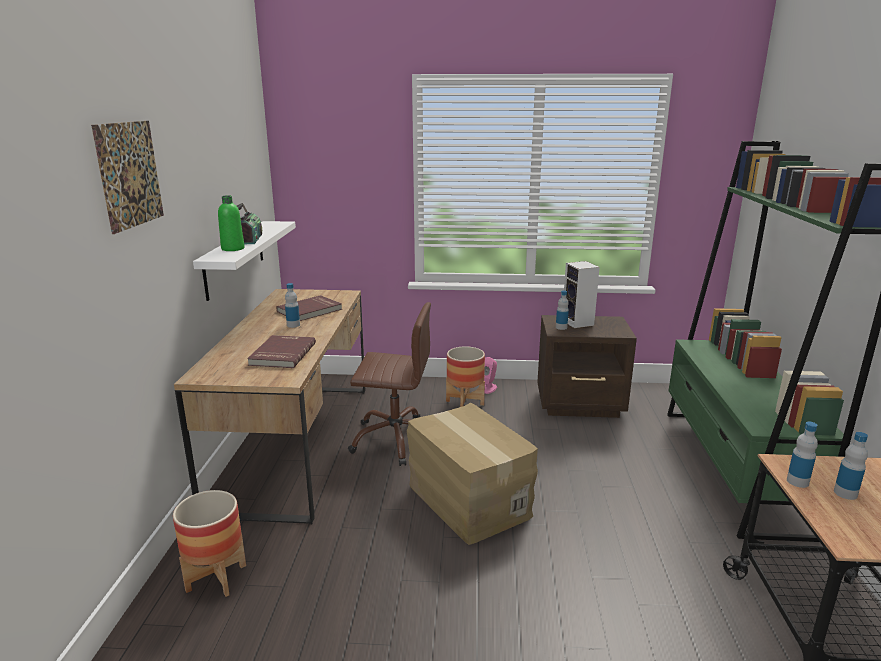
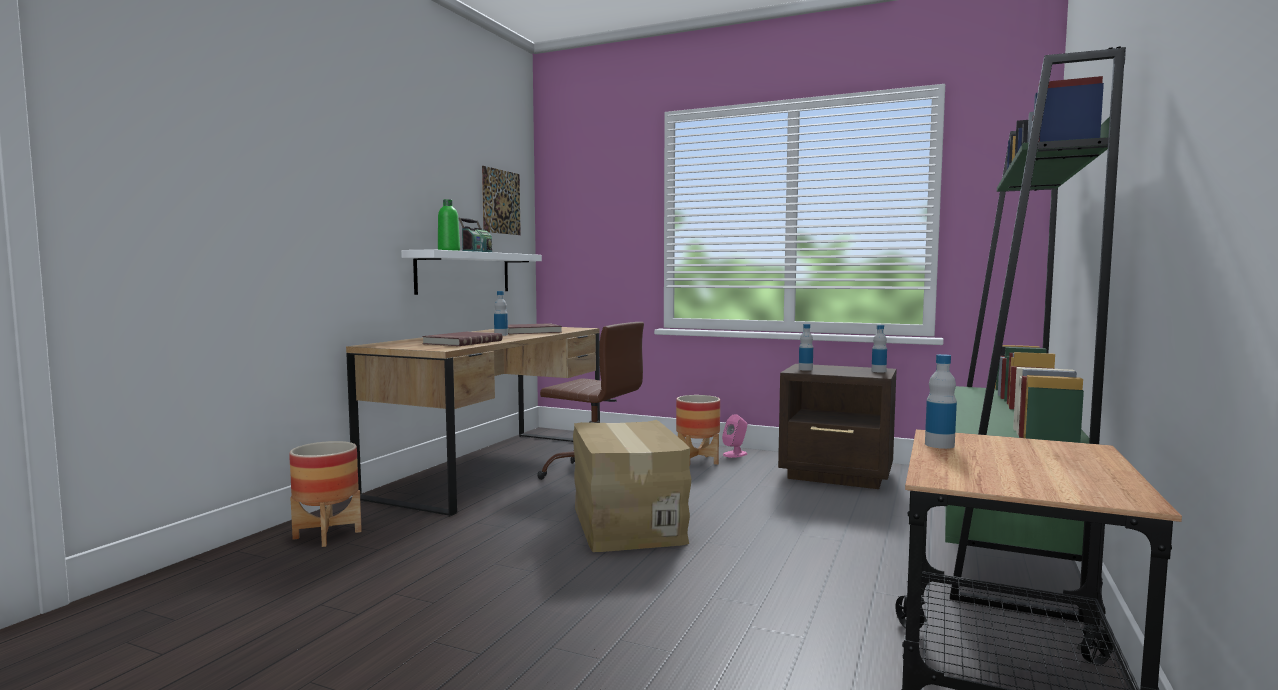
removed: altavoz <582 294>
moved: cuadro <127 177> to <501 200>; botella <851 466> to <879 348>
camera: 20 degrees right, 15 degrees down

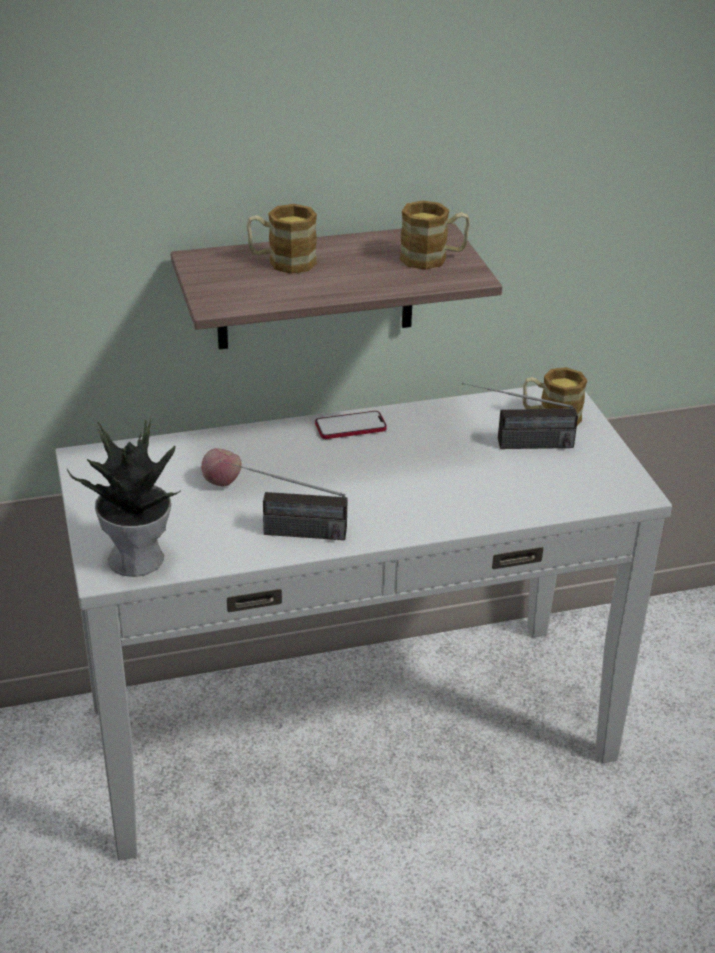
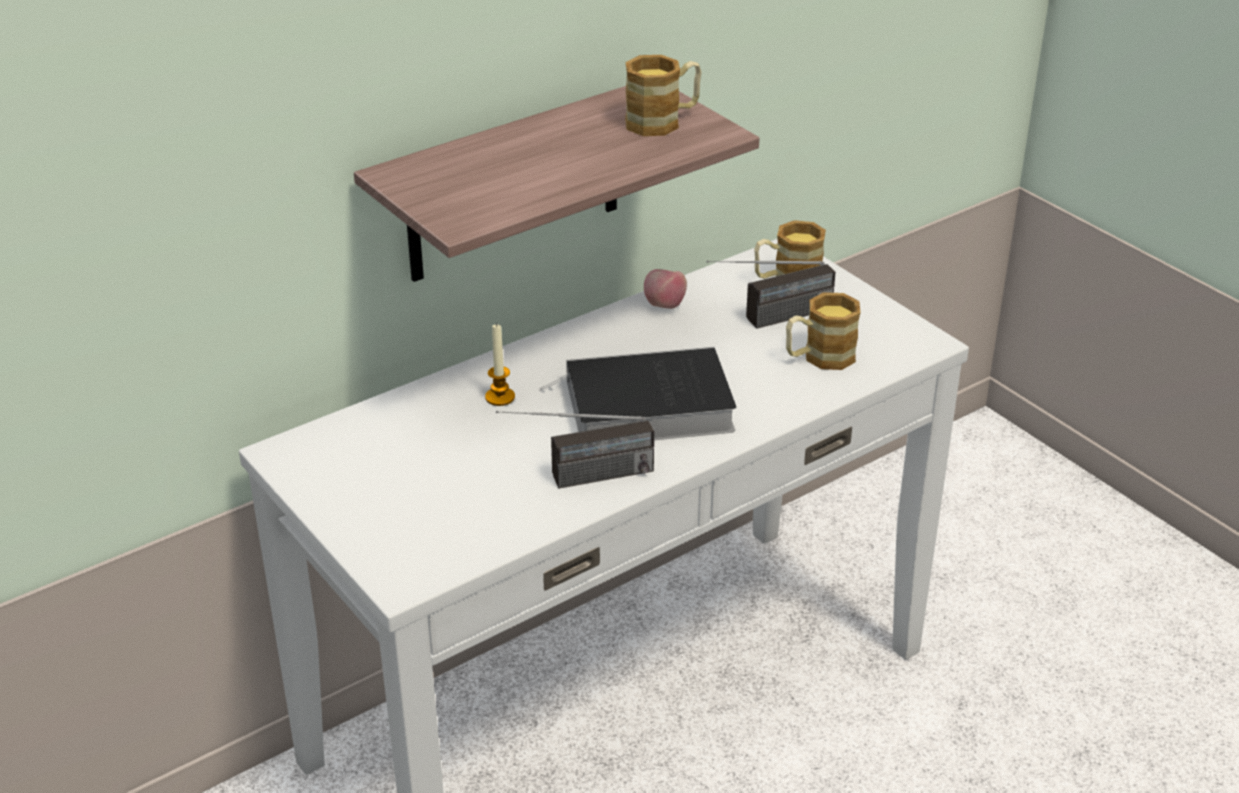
removed: planta en maceta <124 498>; móvil <351 425>
added: vela <500 364>; libro <637 393>
moved: manzana <221 467> to <665 289>; taza grande <282 239> to <823 331>
camera: 20 degrees left, 0 degrees up

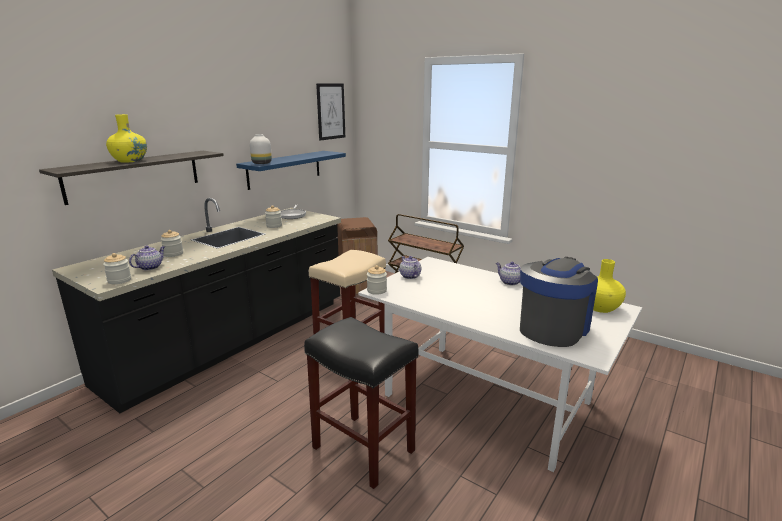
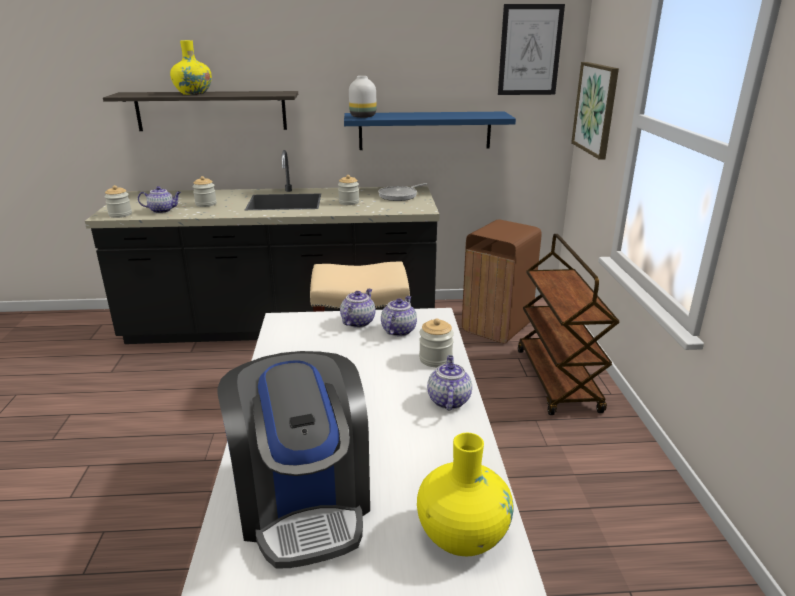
removed: taburete [negro] <361 403>
added: tetera <399 316>; cuadro <595 111>
moved: tarro <377 280> to <436 343>
turned: cafetera <559 302> = <294 460> 75 degrees clockwise
camera: 50 degrees right, 5 degrees up

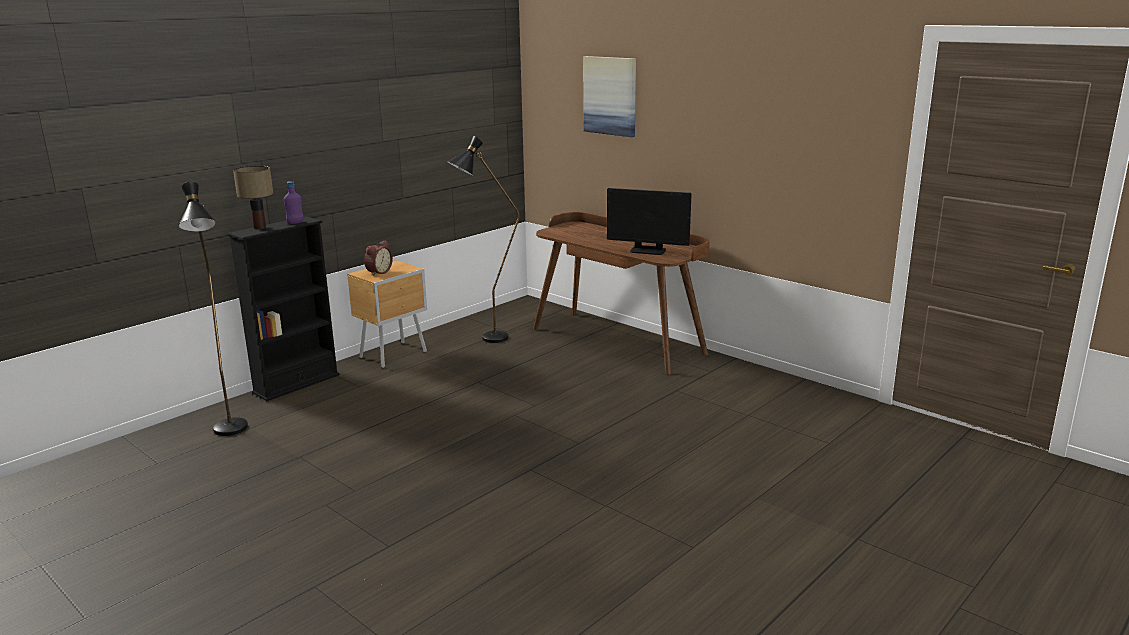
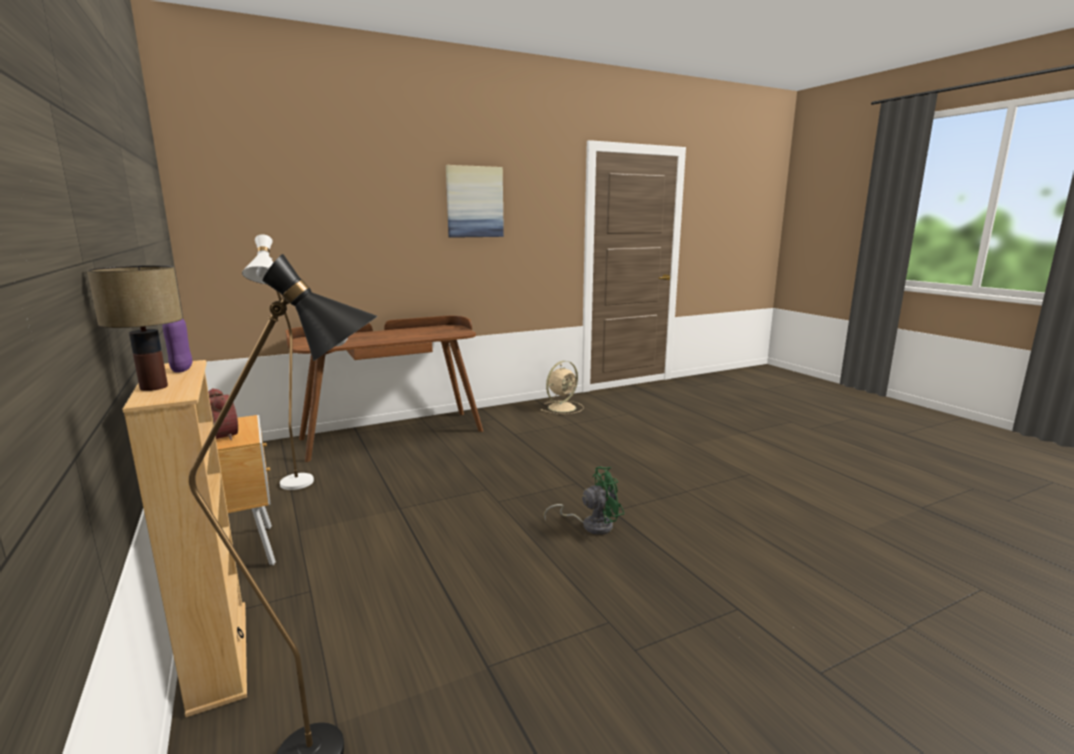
removed: monitor <649 221>
added: ventilador [beis] <562 387>; ventilador [verde] <584 500>
moved: cuadro <609 96> to <475 201>
recoloured: estantería [negro] <284 308> to estantería [beis] <184 538>; lámpara de pie [negro] <483 239> to lámpara de pie [blanco] <278 362>
camera: 70 degrees left, 5 degrees down

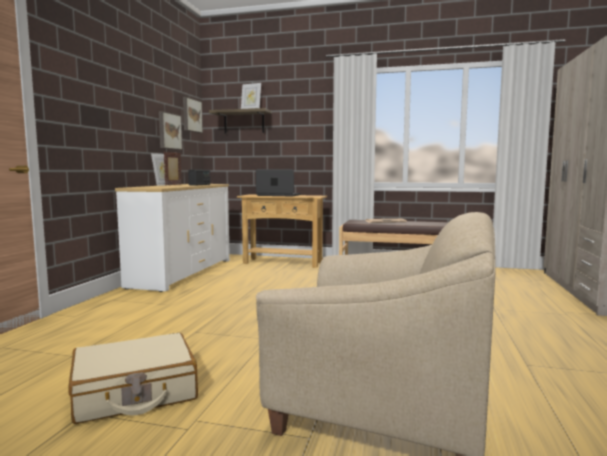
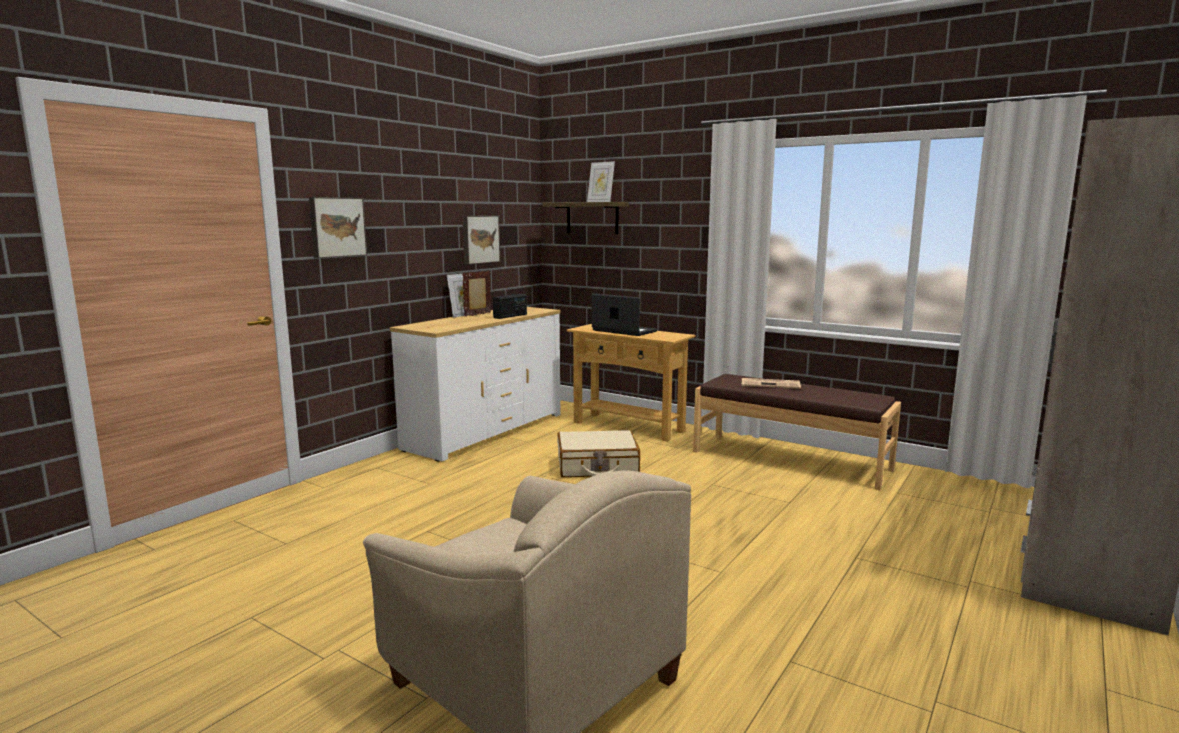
moved: cuadro <193 115> to <338 227>; maleta [beis] <133 378> to <598 453>
camera: 20 degrees right, 5 degrees up

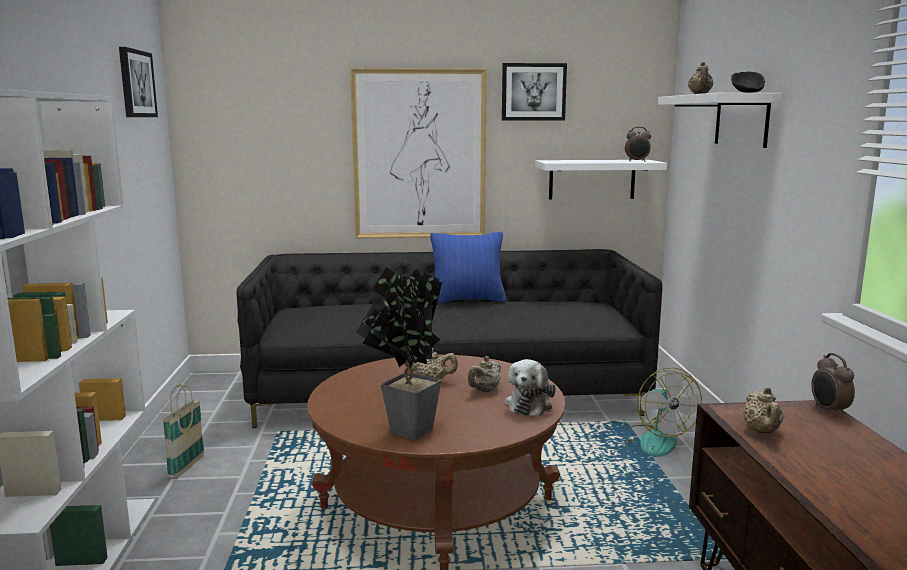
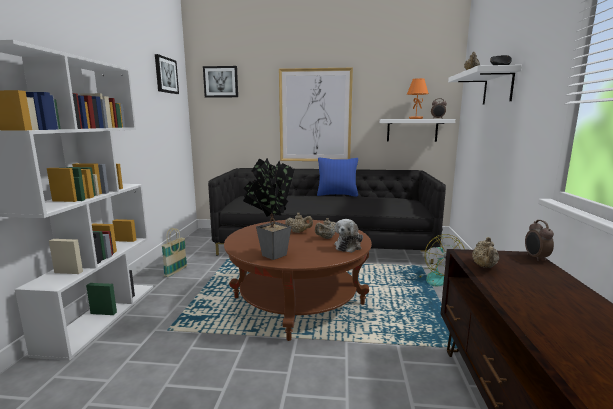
added: lámpara de mesa [naranja] <418 98>
moved: cuadro <534 92> to <220 82>
camera: 10 degrees right, 0 degrees up

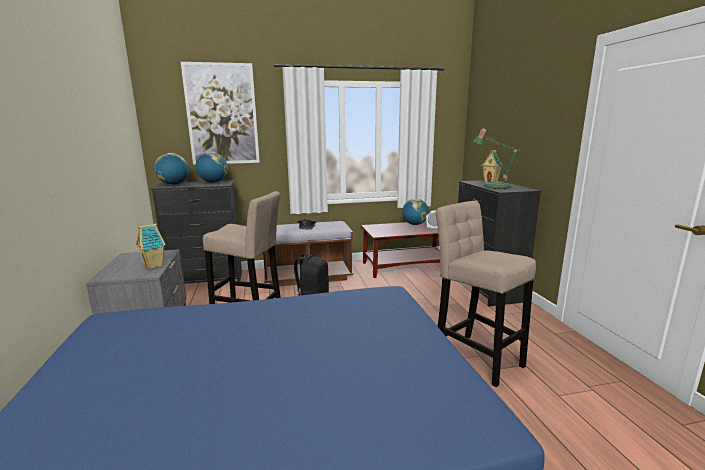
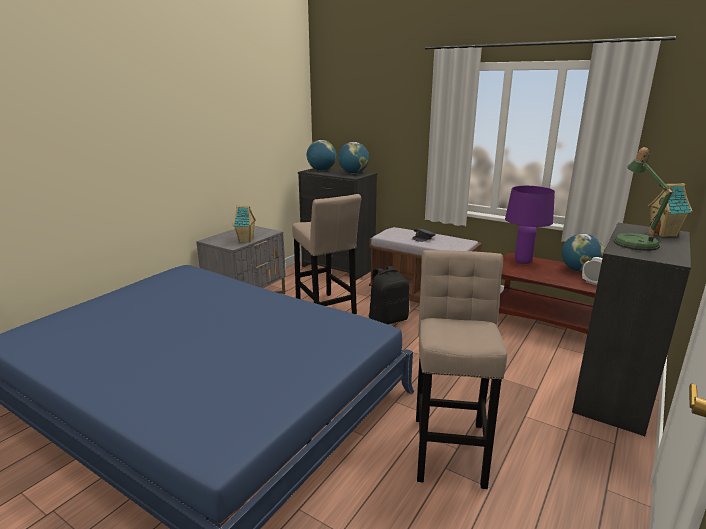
removed: cuadro <220 113>
added: lámpara de mesa [morado] <530 225>
camera: 45 degrees right, 5 degrees up

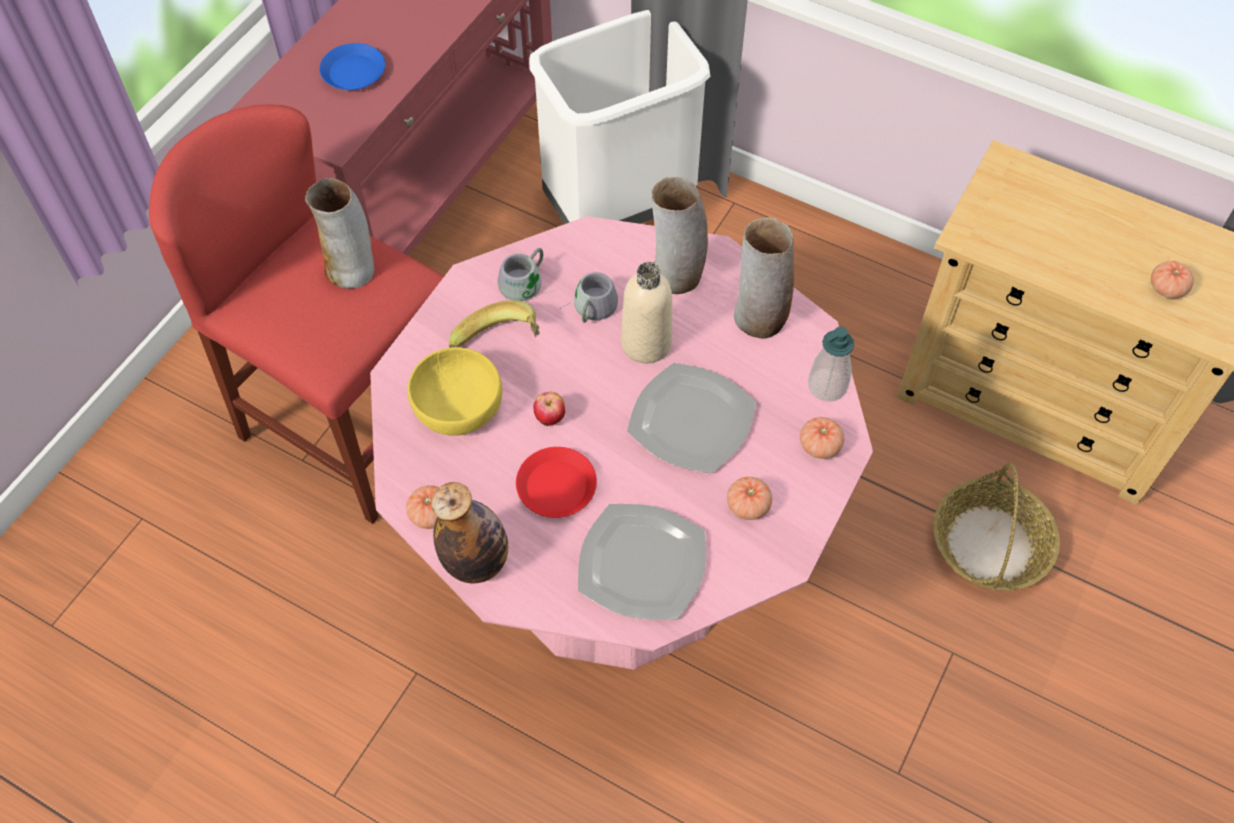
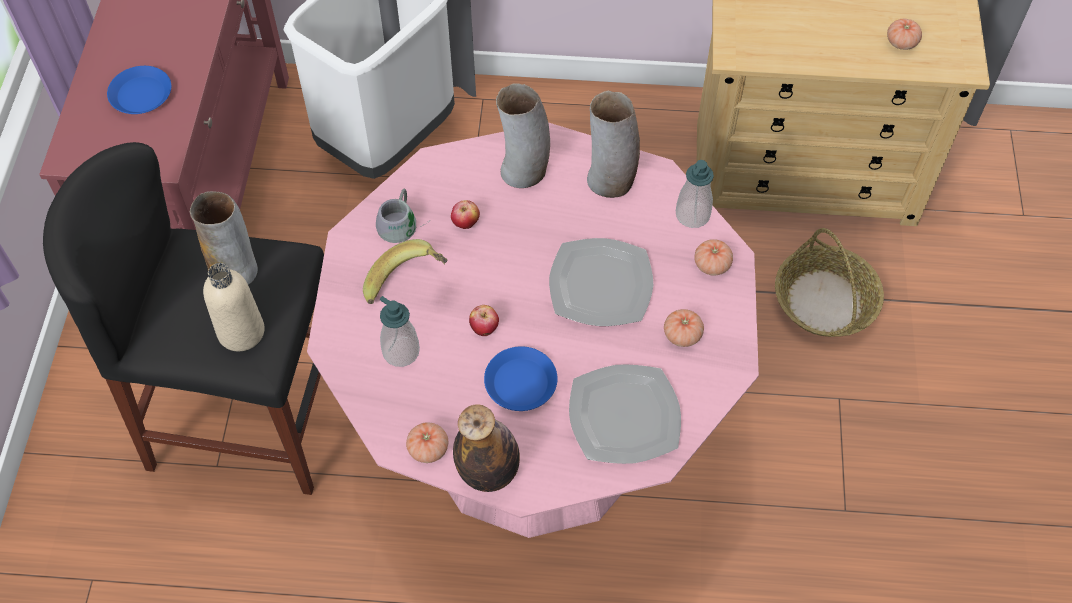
moved: botella [beis] <646 312> to <234 307>
replaced: cuenco [amarillo] <455 391> to dispensador de jabón <400 331>; taza grande [gris] <588 297> to manzana <465 214>
recoloured: taburete [rojo] <296 314> to taburete [negro] <183 318>; plato [rojo] <556 482> to plato [azul] <521 378>
camera: 25 degrees left, 0 degrees up

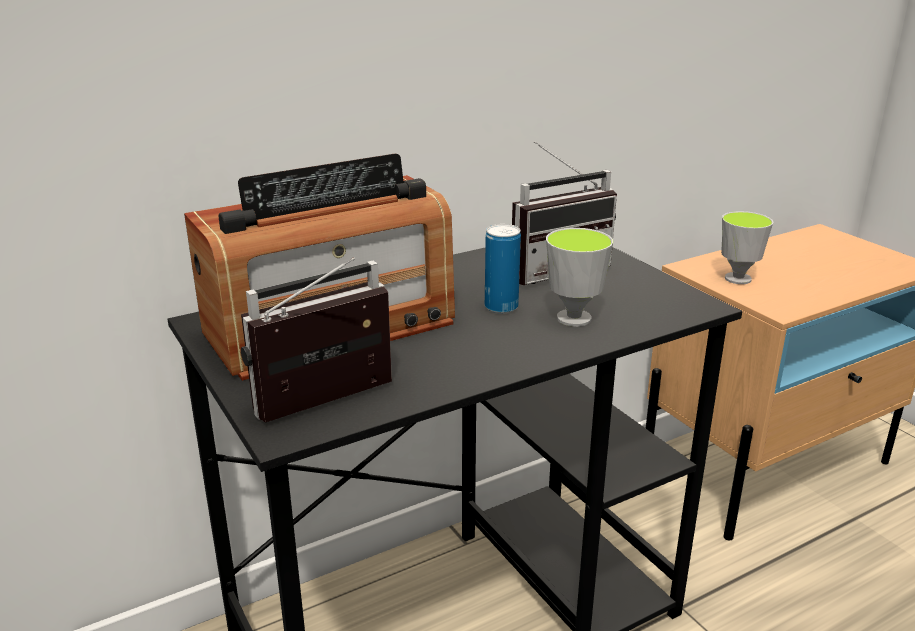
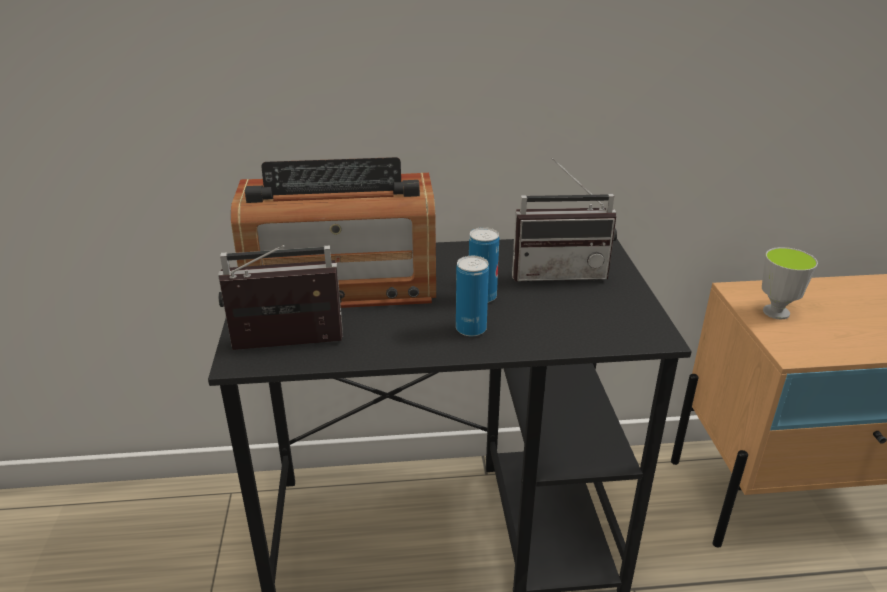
removed: taza <579 277>
added: lata <472 296>
camera: 25 degrees right, 5 degrees up

